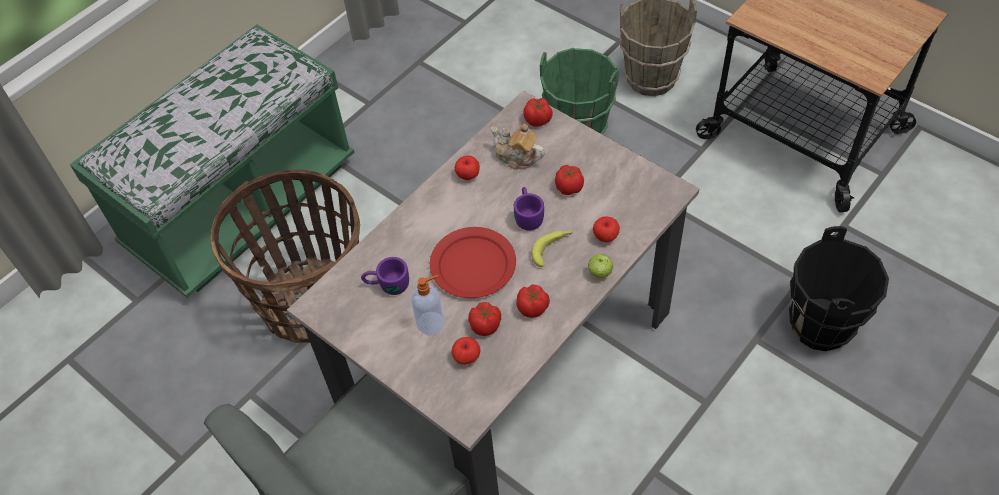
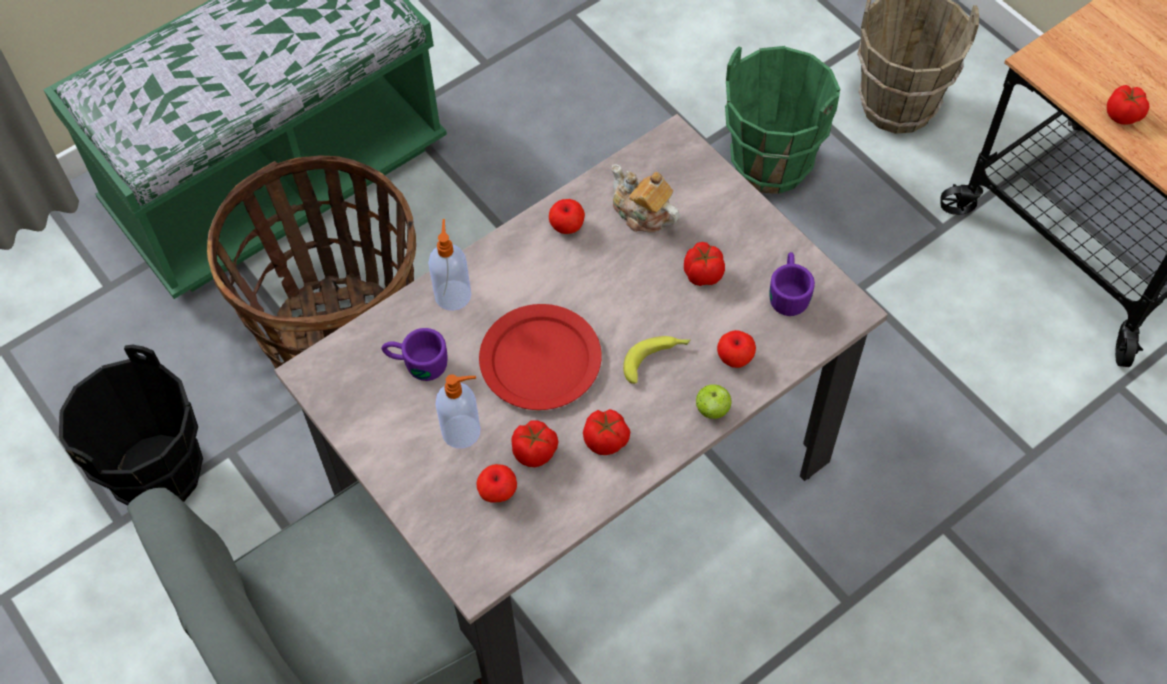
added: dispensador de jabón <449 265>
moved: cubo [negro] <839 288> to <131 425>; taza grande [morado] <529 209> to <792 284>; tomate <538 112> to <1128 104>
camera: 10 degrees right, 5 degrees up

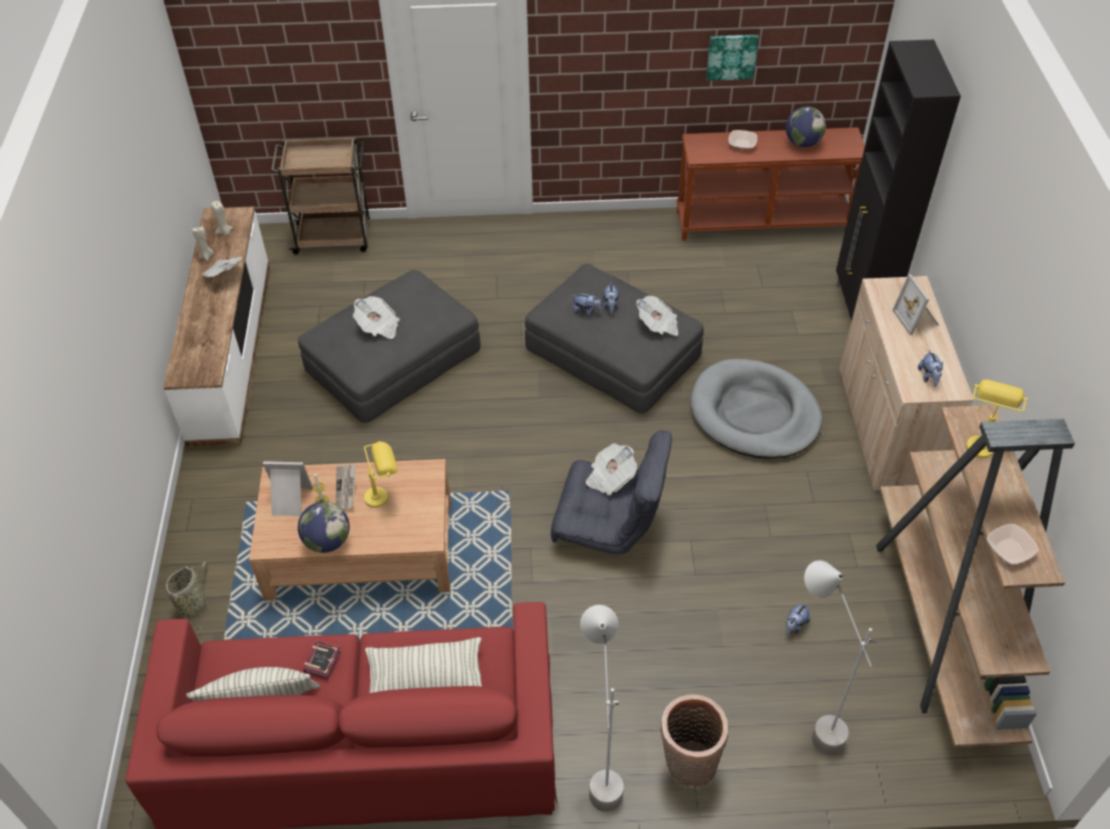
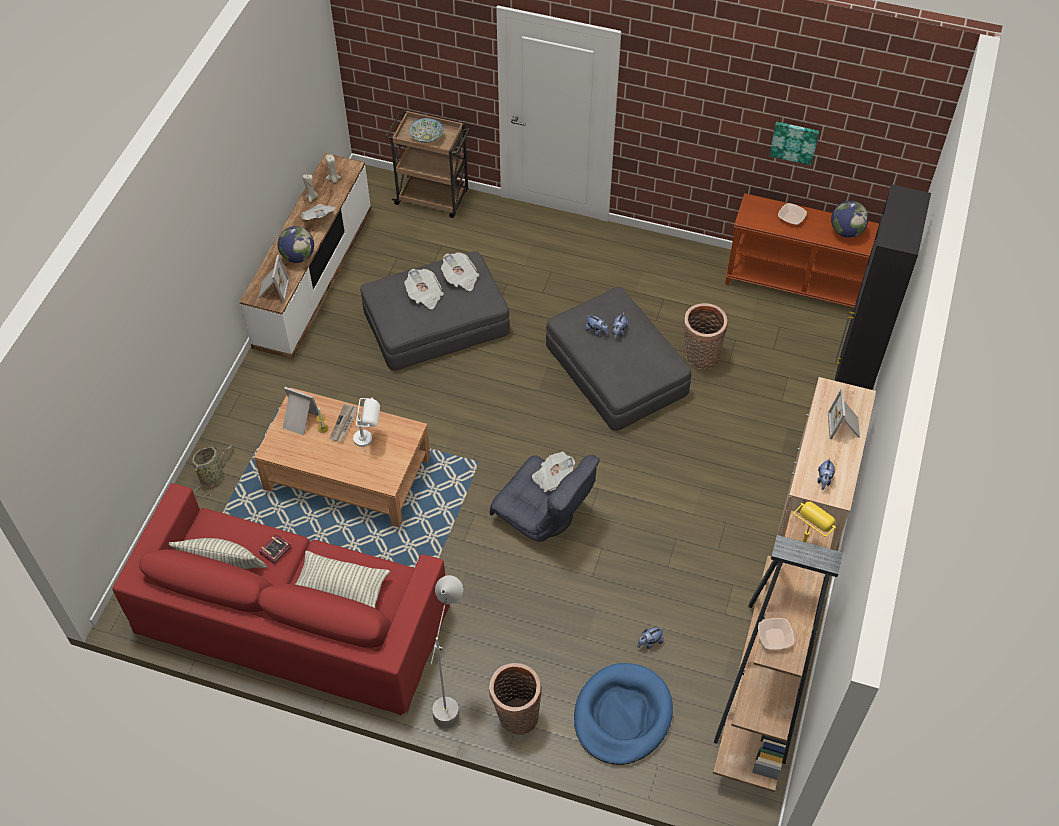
removed: cama para perro [gris] <756 409>
added: portarretratos <274 278>; cuenco <426 130>; cesta <705 336>
moved: globo terráqueo <324 527> to <295 244>; periódico <657 316> to <460 271>
replaced: lámpara de pie [gris] <840 658> to cama para perro [azul] <623 714>
recoloured: lámpara de mesa [amarillo] <381 474> to lámpara de mesa [blanco] <366 422>
camera: 20 degrees right, 5 degrees up

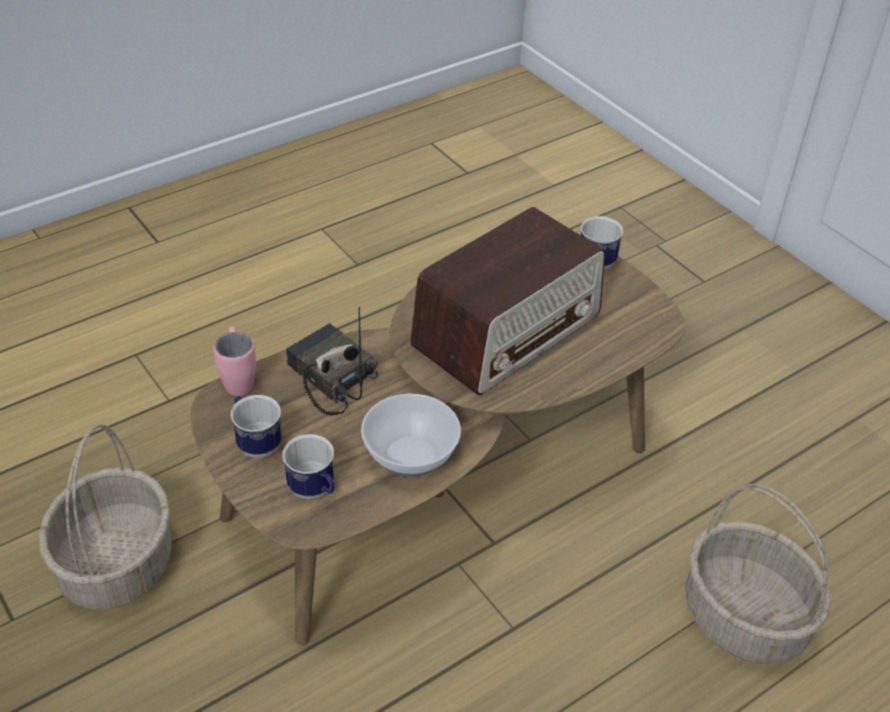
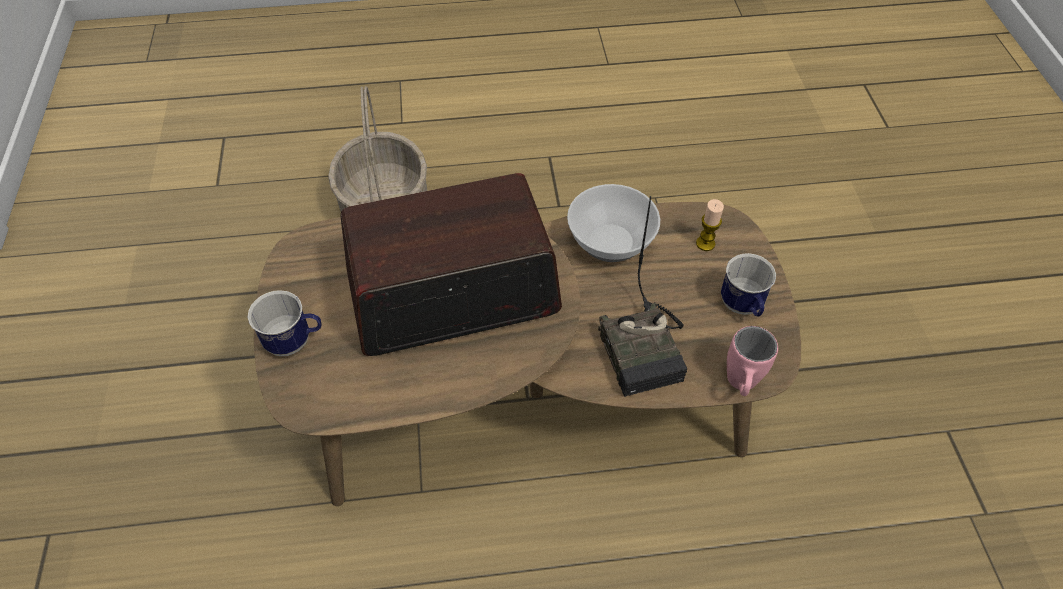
removed: cesta <105 516>
replaced: taza grande <308 466> to vela <710 225>
camera: 150 degrees left, 10 degrees up

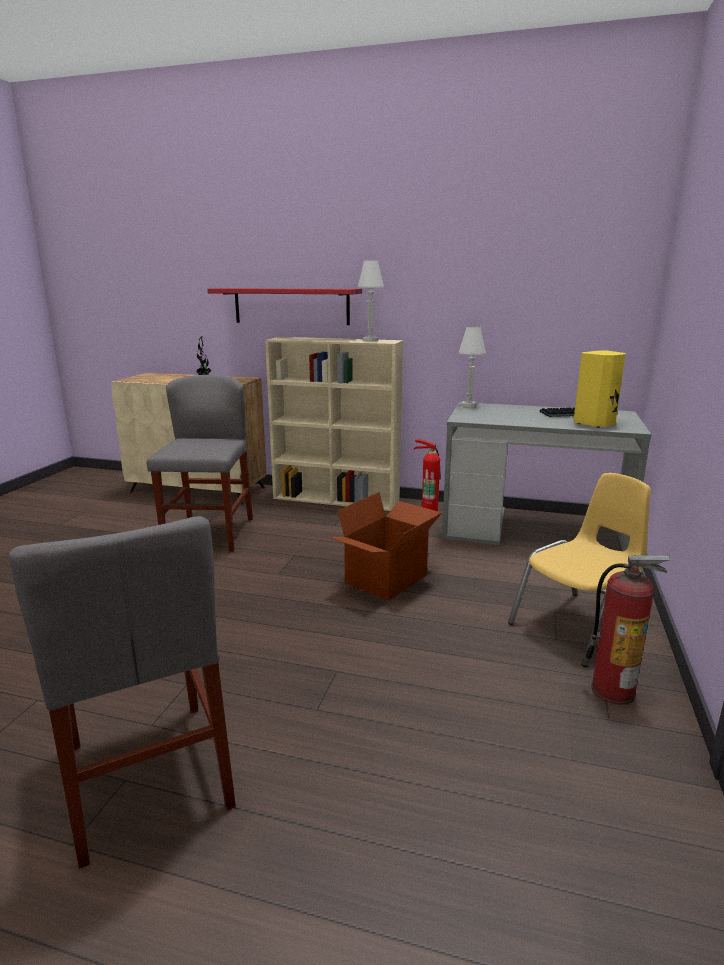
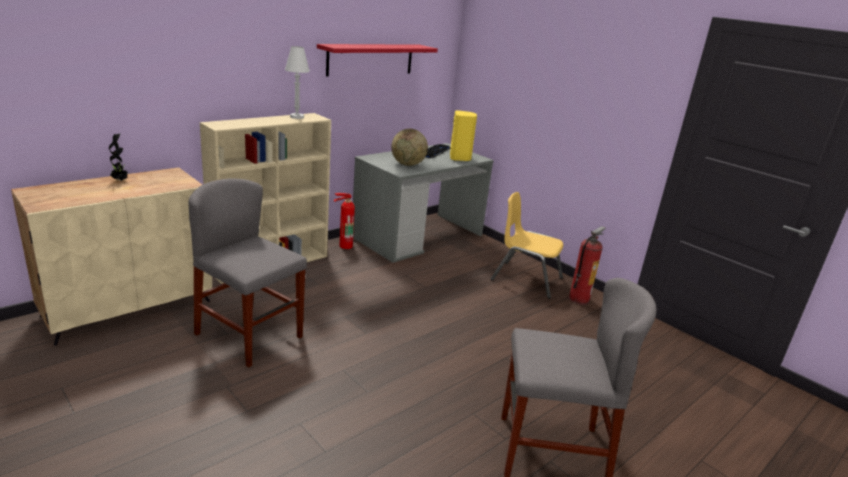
removed: caja de cartón <386 546>; lámpara de mesa [blanco] <472 366>
added: globo terráqueo <409 147>
moved: estante [rojo] <285 306> to <377 60>
turned: silla [amarillo] <579 570> = <527 245> 60 degrees counterclockwise
camera: 60 degrees left, 5 degrees up

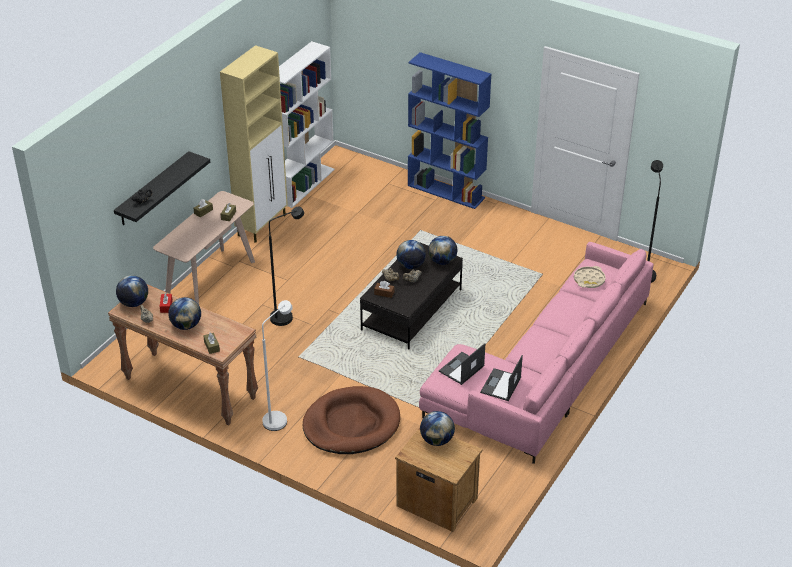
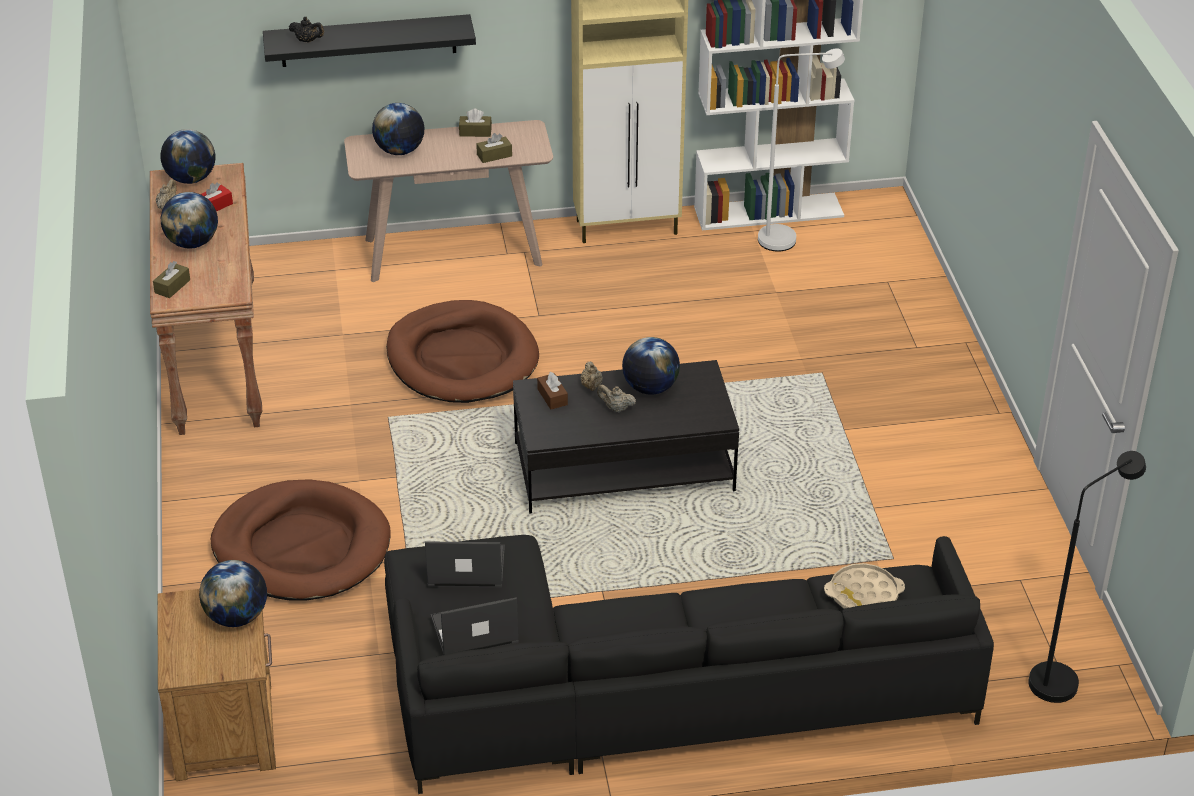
removed: estantería [azul] <449 130>
moved: globo terráqueo <442 250> to <398 129>; lámpara de pie [blanco] <277 365> to <801 150>
replaced: lámpara de pie [negro] <286 266> to cama para perro [marrón] <462 351>
recoloured: sofá [rosa] <536 353> to sofá [negro] <689 664>
camera: 50 degrees right, 0 degrees up

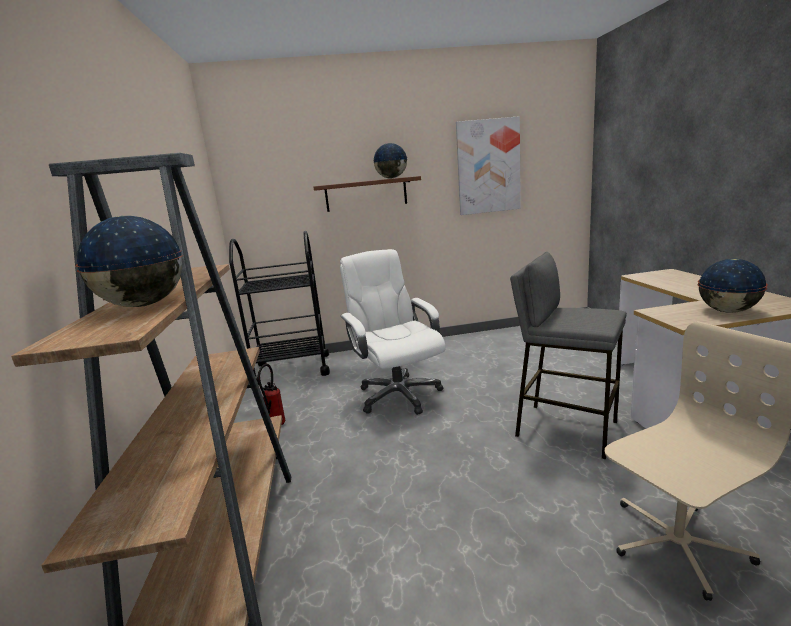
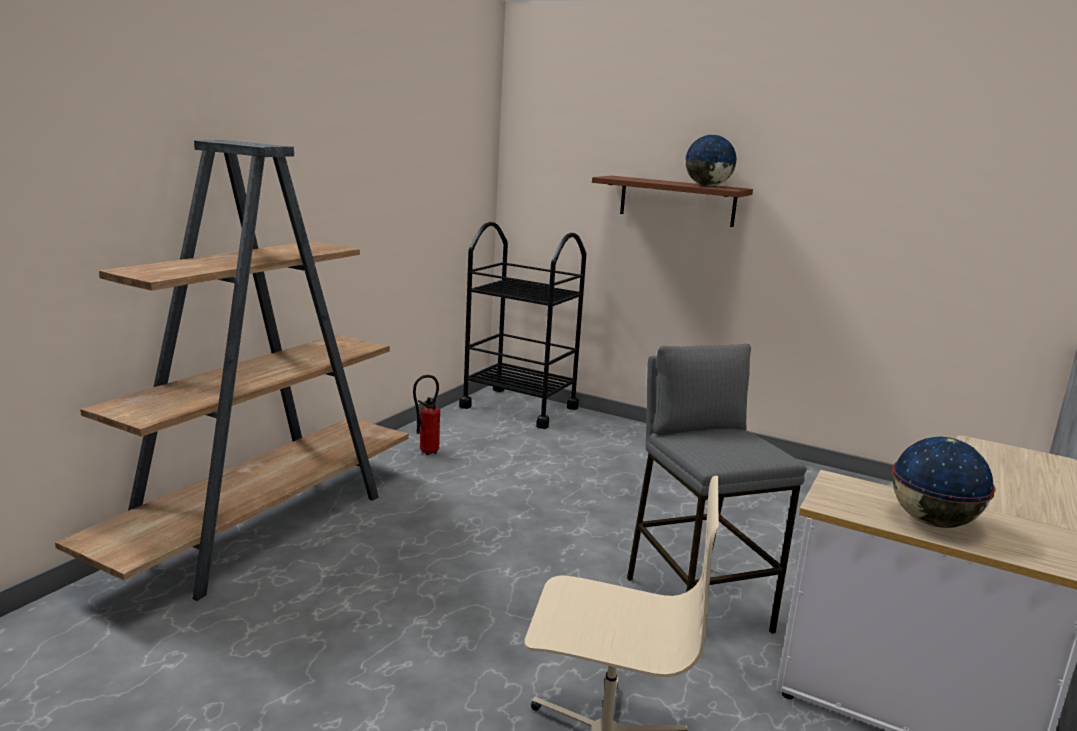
removed: globo terráqueo <129 261>; silla de oficina [blanco] <393 332>; cuadro <488 165>
camera: 35 degrees right, 0 degrees up

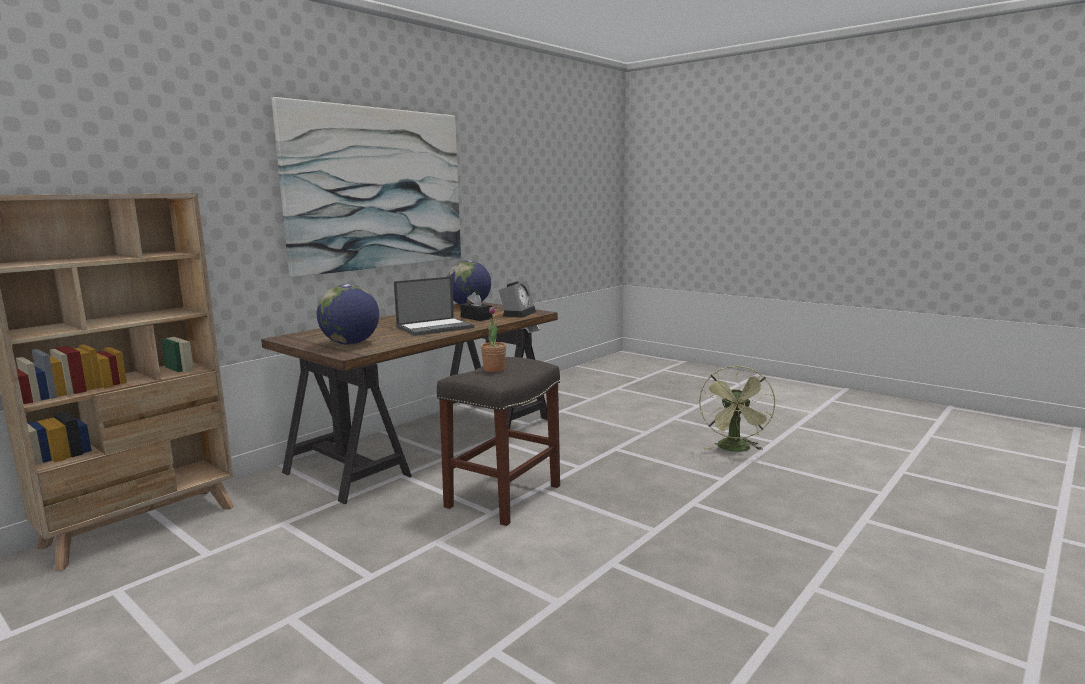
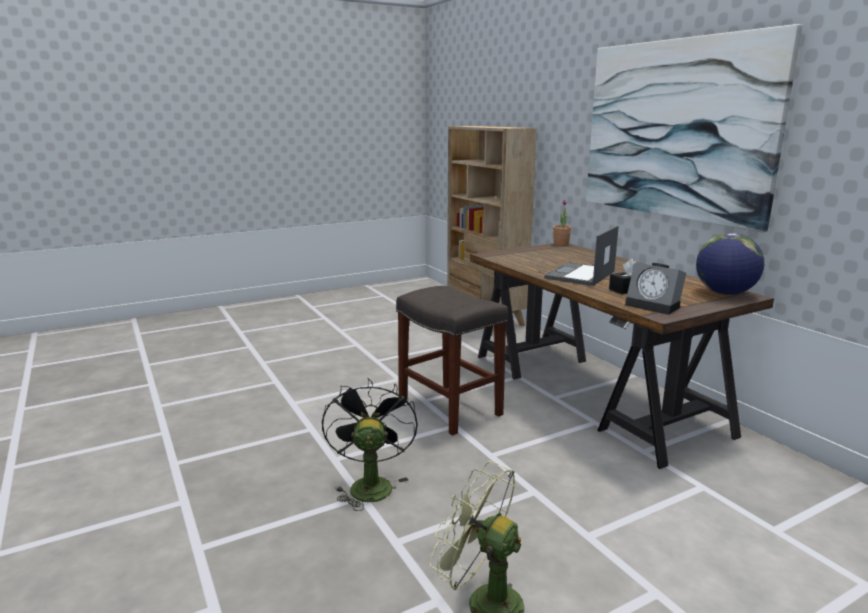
removed: globo terráqueo <348 314>
added: ventilador [negro] <370 444>
moved: planta en maceta <493 339> to <562 223>
turned: portátil <434 306> = <581 255> 45 degrees clockwise
camera: 110 degrees right, 5 degrees up

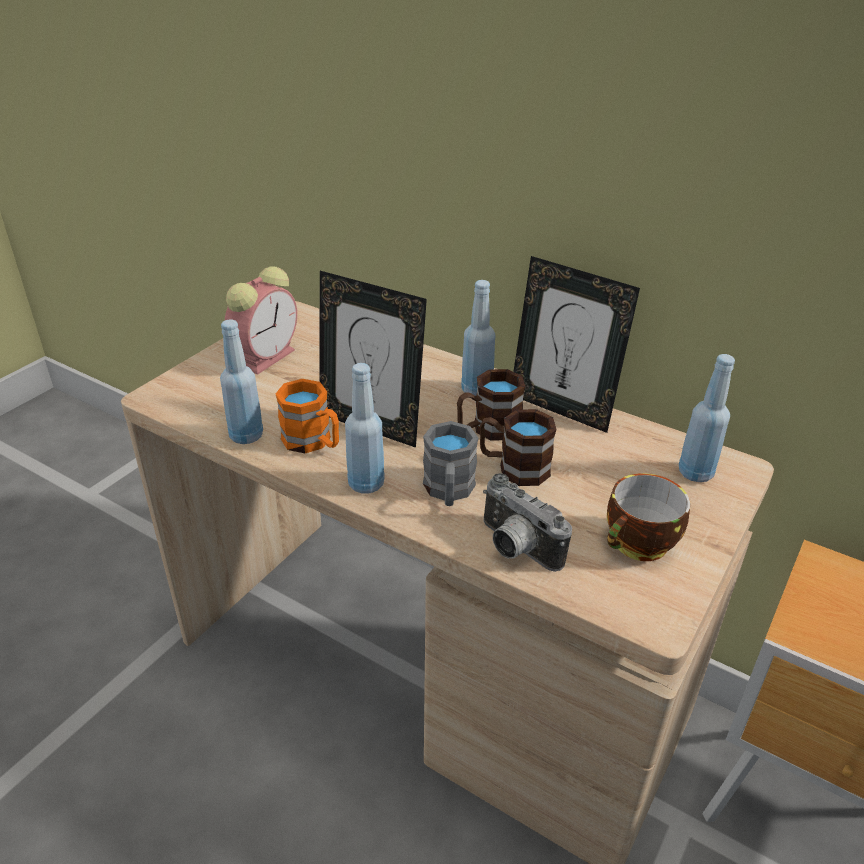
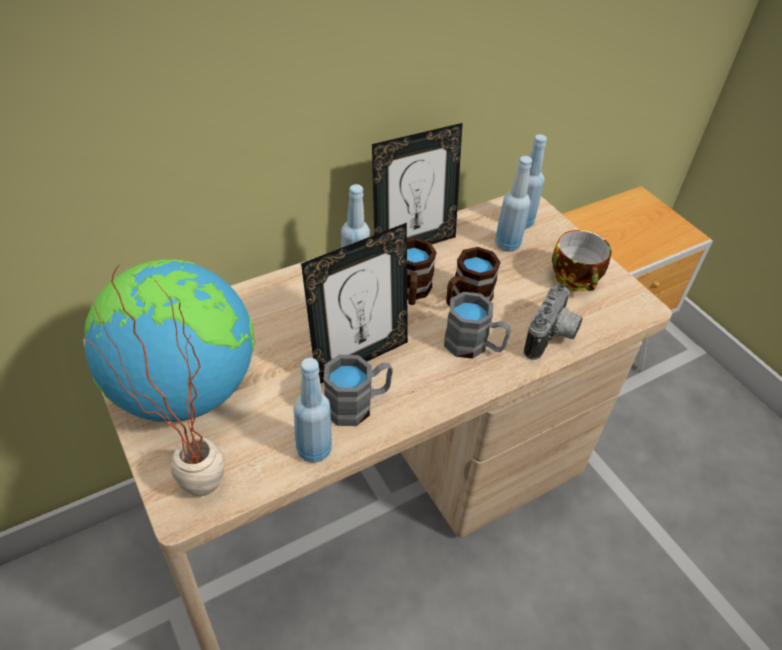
added: planta en maceta <152 380>
moved: botella [azul] <365 428> to <513 204>
replaced: despertador <261 320> to globo terráqueo <169 340>
recoloured: taza grande [naranja] <307 416> to taza grande [gris] <358 390>
turned: cámara <527 522> = <553 322> 45 degrees counterclockwise
camera: 65 degrees left, 10 degrees up

